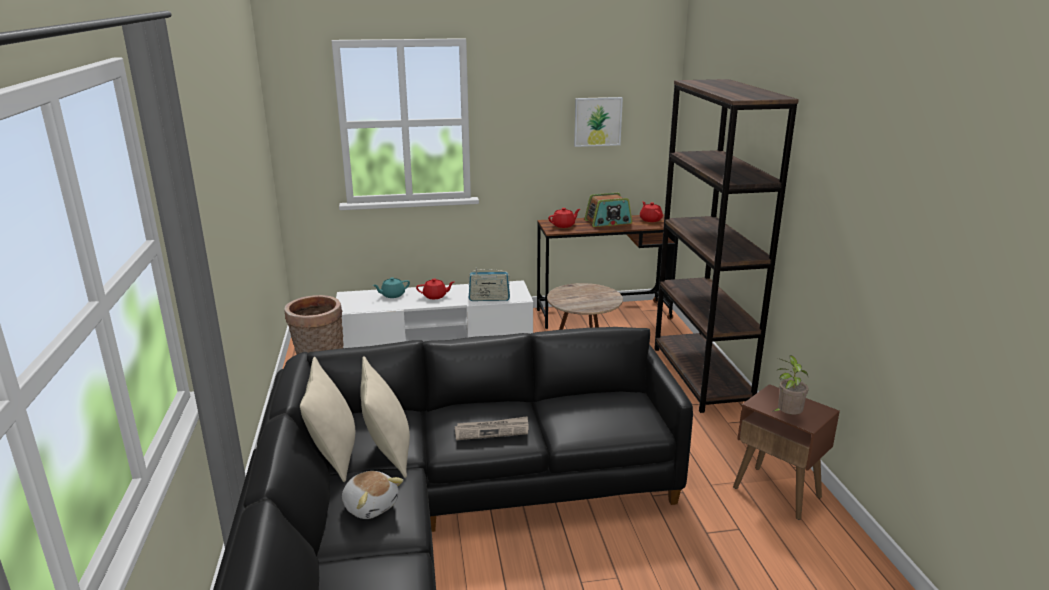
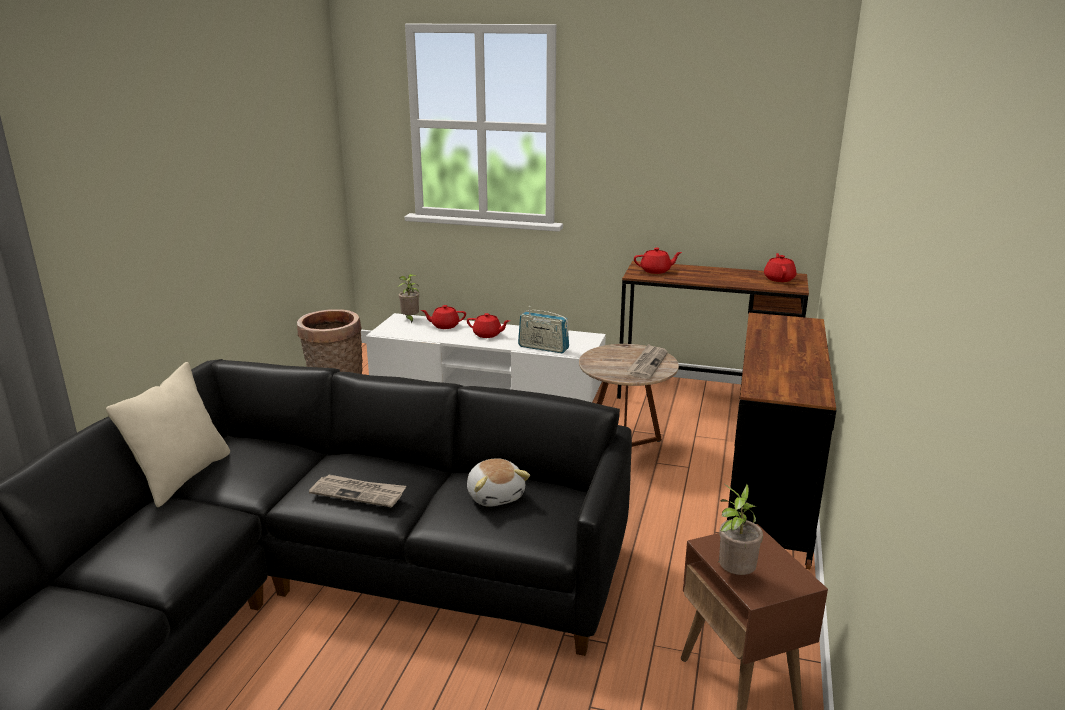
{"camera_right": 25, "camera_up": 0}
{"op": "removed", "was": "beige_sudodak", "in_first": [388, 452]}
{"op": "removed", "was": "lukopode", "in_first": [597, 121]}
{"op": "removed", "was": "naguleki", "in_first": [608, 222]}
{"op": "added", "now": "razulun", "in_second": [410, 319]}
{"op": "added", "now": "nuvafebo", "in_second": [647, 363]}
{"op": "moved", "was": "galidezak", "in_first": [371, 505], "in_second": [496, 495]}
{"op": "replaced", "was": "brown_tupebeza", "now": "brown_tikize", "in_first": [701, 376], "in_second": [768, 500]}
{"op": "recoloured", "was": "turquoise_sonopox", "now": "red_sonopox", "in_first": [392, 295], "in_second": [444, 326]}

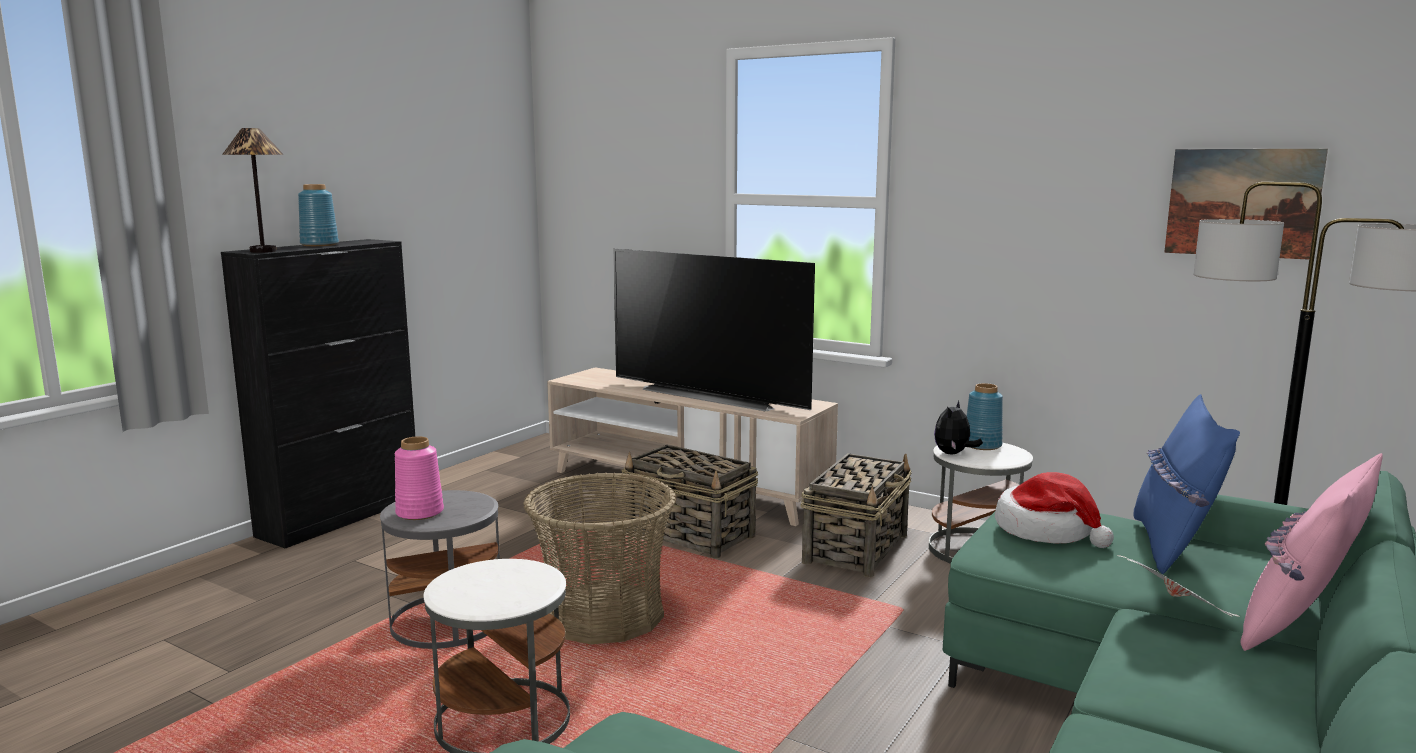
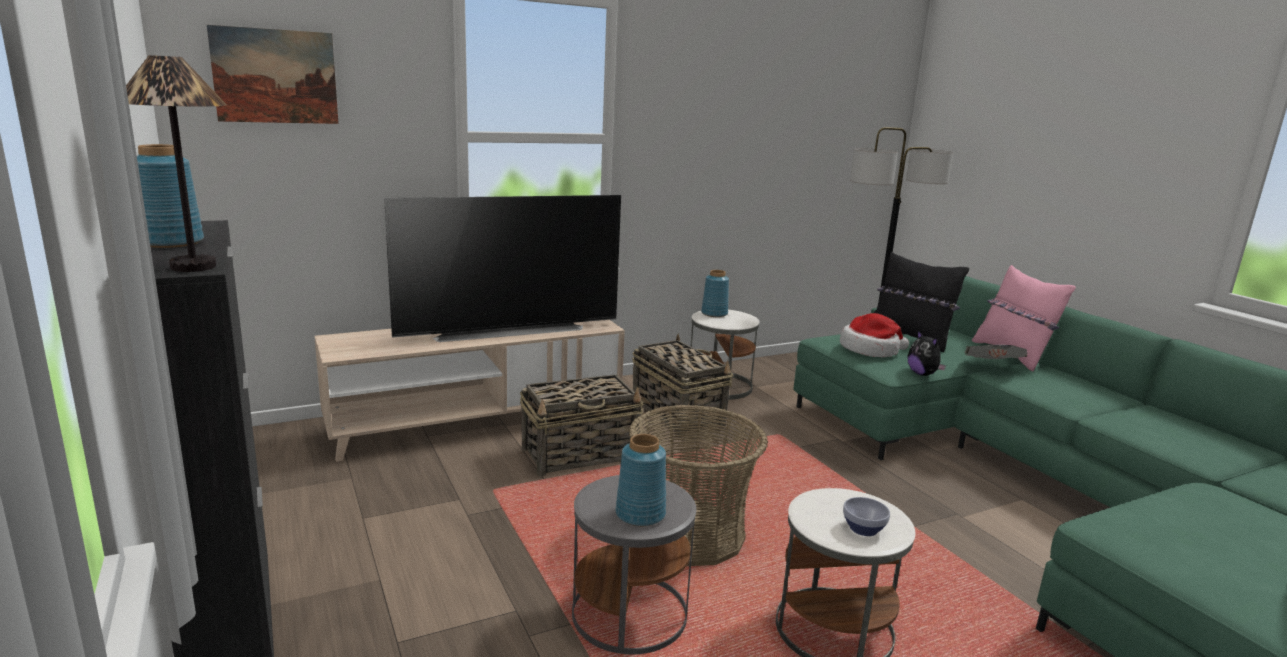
{"camera_right": -60, "camera_up": 5}
{"op": "added", "now": "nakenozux", "in_second": [862, 529]}
{"op": "moved", "was": "galidezak", "in_first": [953, 454], "in_second": [923, 374]}
{"op": "moved", "was": "lukopode", "in_first": [1242, 203], "in_second": [275, 76]}
{"op": "recoloured", "was": "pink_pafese", "now": "blue_pafese", "in_first": [420, 512], "in_second": [640, 514]}
{"op": "recoloured", "was": "blue_sudodak", "now": "black_sudodak", "in_first": [1173, 546], "in_second": [909, 338]}

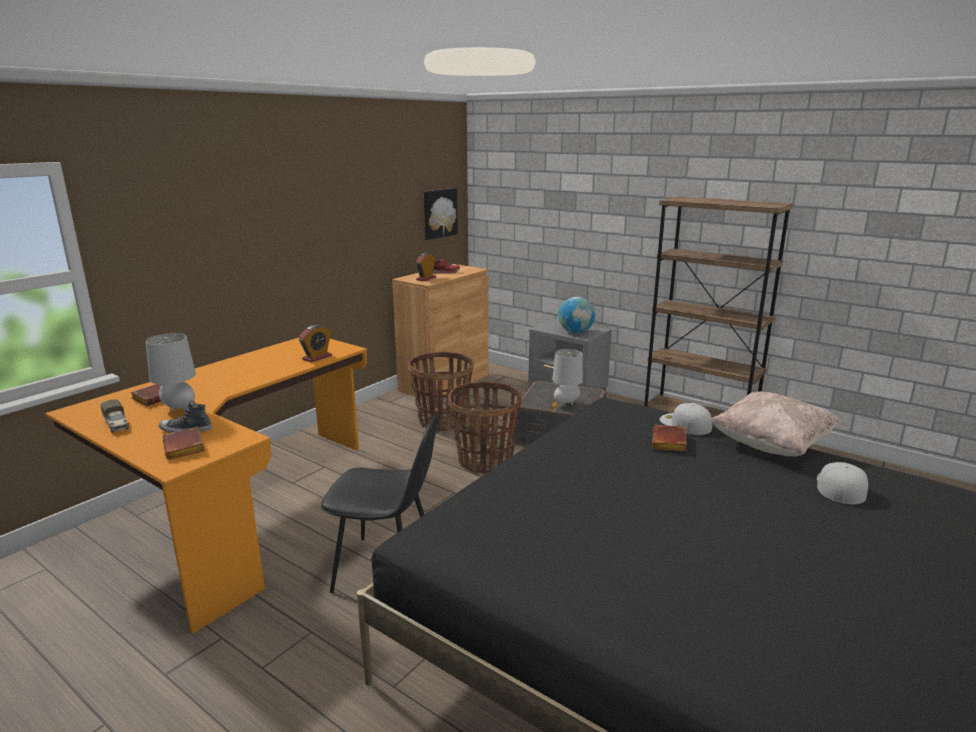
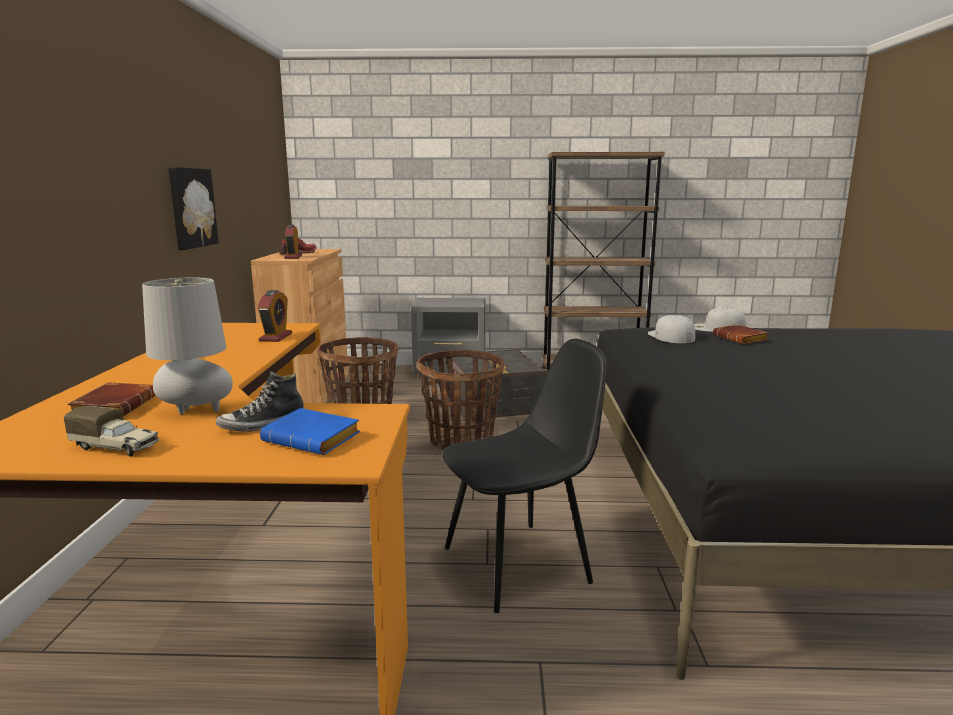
{"camera_right": -35, "camera_up": -5}
{"op": "removed", "was": "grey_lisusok", "in_first": [566, 404]}
{"op": "removed", "was": "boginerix", "in_first": [575, 332]}
{"op": "removed", "was": "beige_sudodak", "in_first": [771, 445]}
{"op": "moved", "was": "lukopode", "in_first": [439, 213], "in_second": [191, 208]}
{"op": "moved", "was": "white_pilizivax", "in_first": [840, 487], "in_second": [670, 336]}
{"op": "recoloured", "was": "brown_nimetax", "now": "blue_nimetax", "in_first": [186, 448], "in_second": [315, 439]}

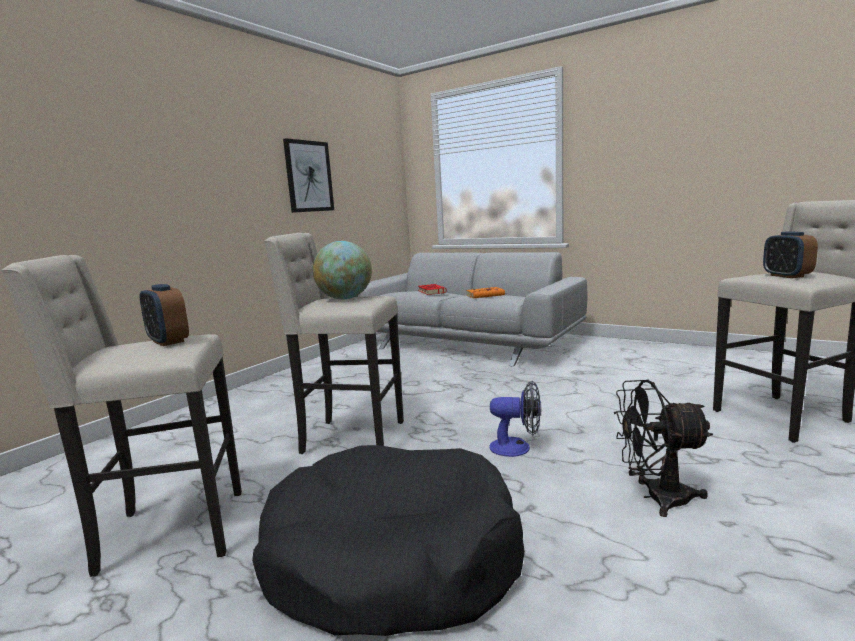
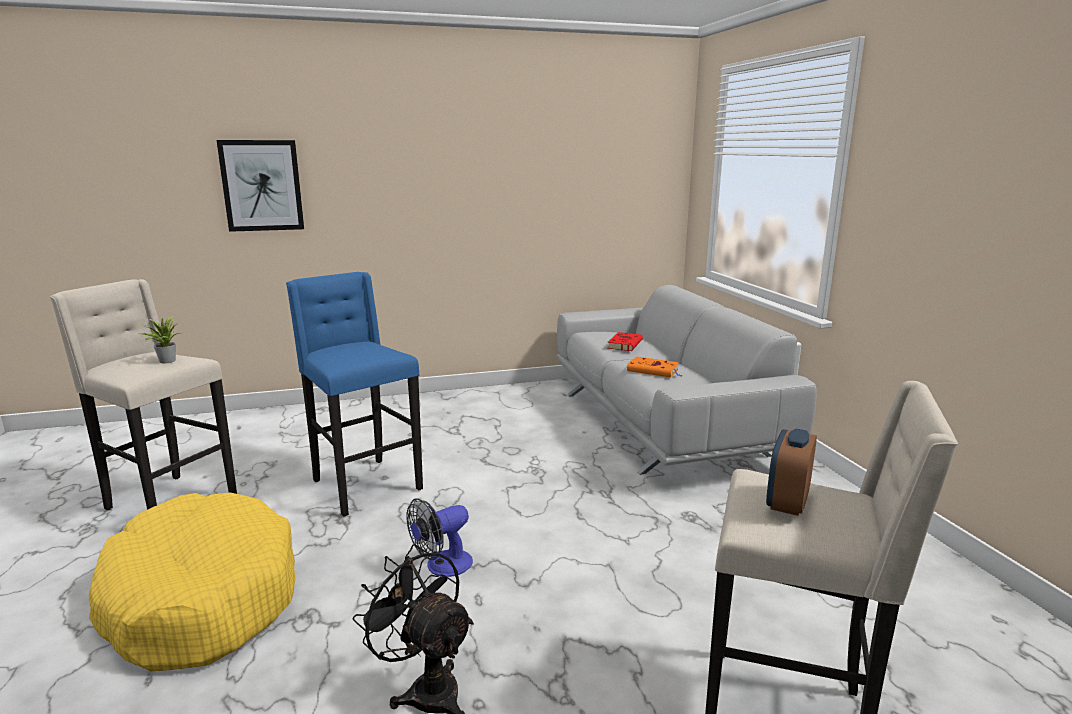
{"camera_right": 40, "camera_up": 5}
{"op": "removed", "was": "boginerix", "in_first": [345, 298]}
{"op": "moved", "was": "lukopode", "in_first": [308, 176], "in_second": [262, 185]}
{"op": "replaced", "was": "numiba", "now": "razulun", "in_first": [168, 341], "in_second": [165, 361]}
{"op": "recoloured", "was": "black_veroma", "now": "yellow_veroma", "in_first": [392, 559], "in_second": [201, 598]}
{"op": "recoloured", "was": "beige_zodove", "now": "blue_zodove", "in_first": [351, 438], "in_second": [364, 485]}
{"op": "turned", "was": "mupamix", "in_first": [517, 447], "in_second": [442, 566], "clockwise": 90}

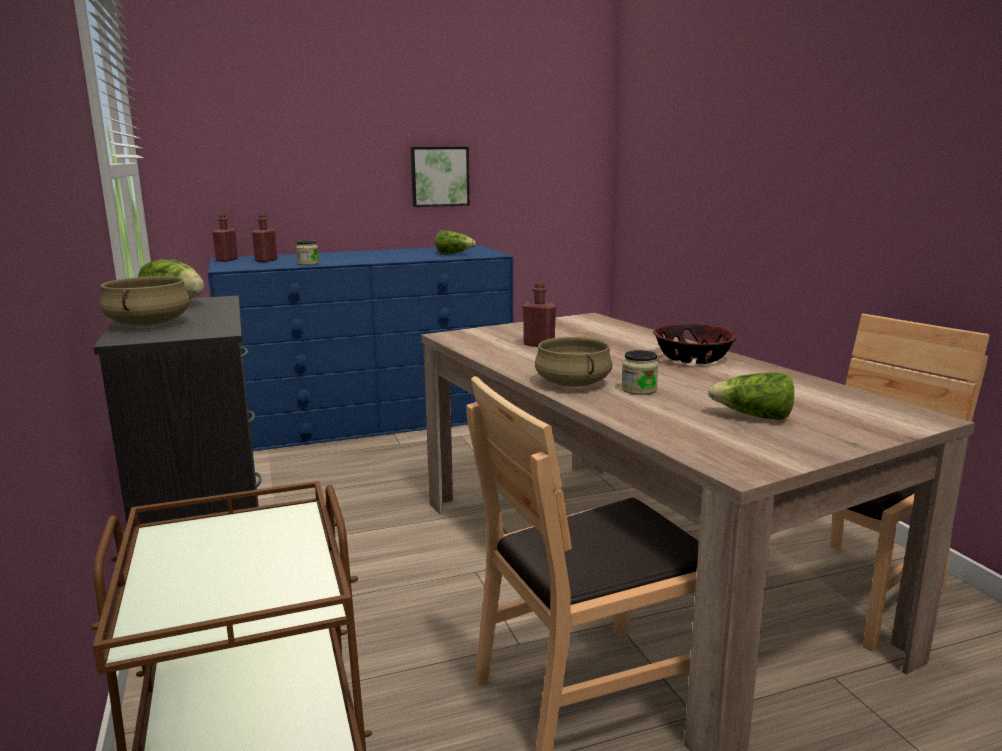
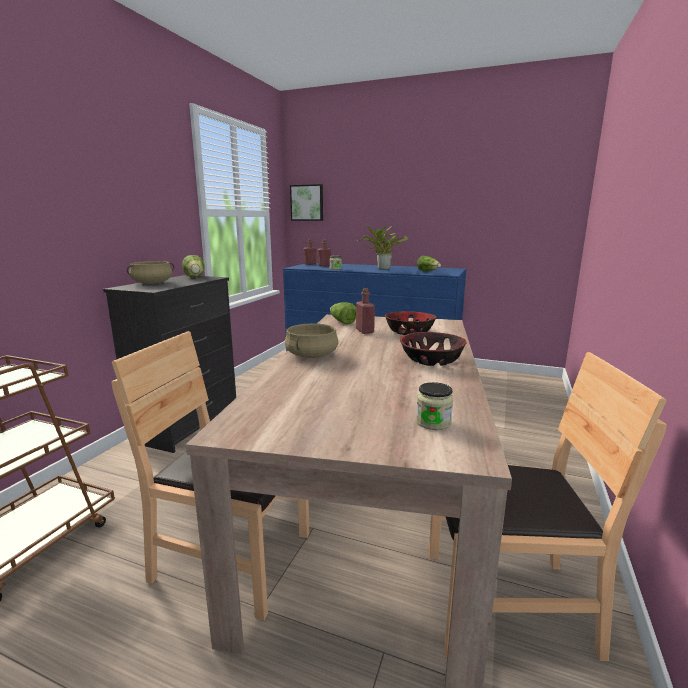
{"camera_right": 40, "camera_up": 0}
{"op": "added", "now": "razulun", "in_second": [382, 269]}
{"op": "added", "now": "nakenozux", "in_second": [409, 332]}
{"op": "moved", "was": "lukopode", "in_first": [439, 176], "in_second": [307, 203]}
{"op": "moved", "was": "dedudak", "in_first": [639, 390], "in_second": [433, 422]}
{"op": "moved", "was": "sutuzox", "in_first": [753, 416], "in_second": [342, 322]}

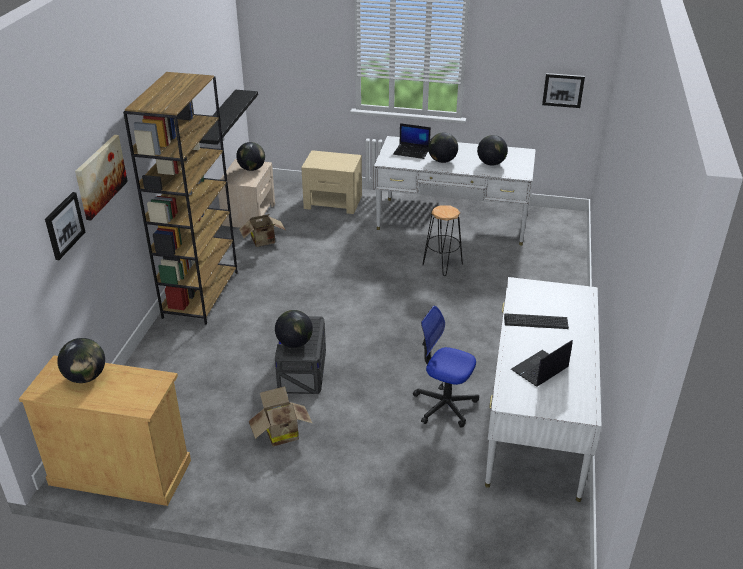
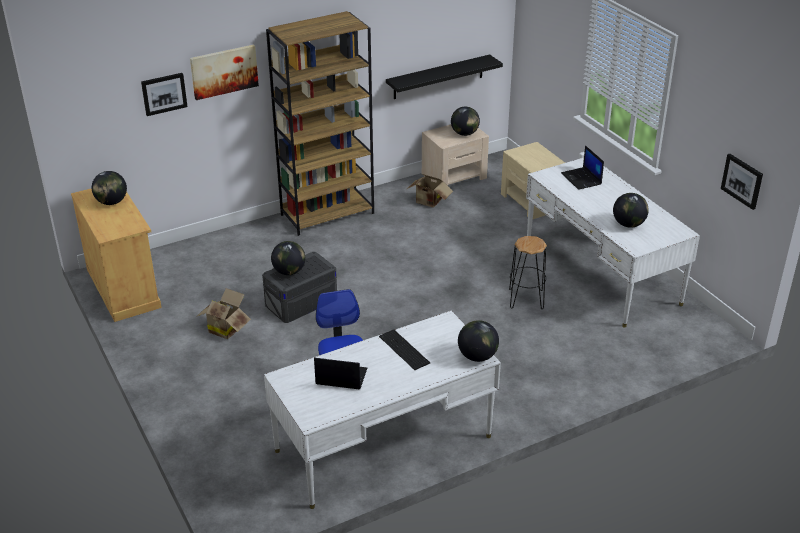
{"camera_right": 50, "camera_up": 0}
{"op": "moved", "was": "boginerix", "in_first": [442, 161], "in_second": [477, 356]}

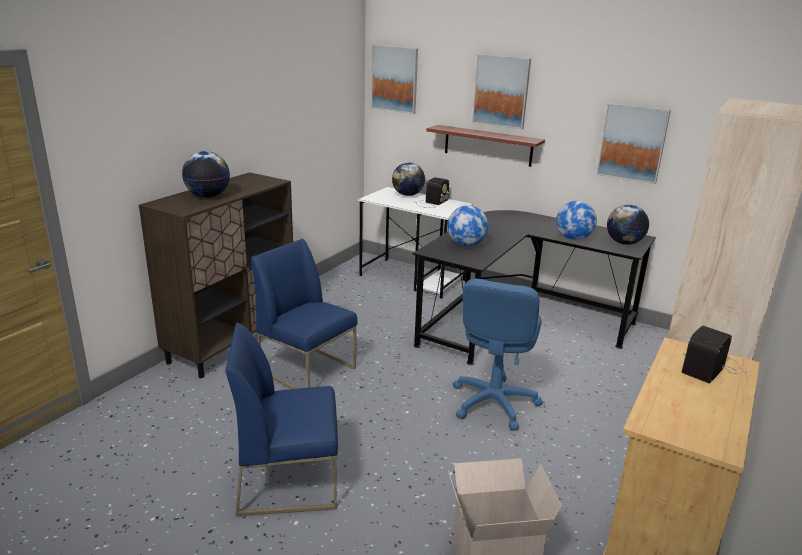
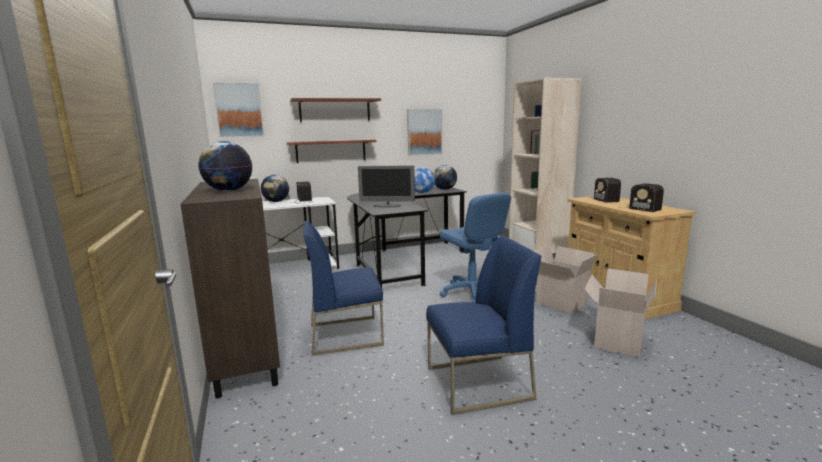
{"camera_right": -50, "camera_up": -10}
{"op": "added", "now": "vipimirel", "in_second": [560, 303]}
{"op": "added", "now": "naguleki", "in_second": [637, 208]}
{"op": "replaced", "was": "boginerix", "now": "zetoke", "in_first": [466, 245], "in_second": [387, 206]}
{"op": "replaced", "was": "lukopode", "now": "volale", "in_first": [501, 91], "in_second": [335, 110]}
{"op": "turned", "was": "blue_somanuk", "in_first": [289, 480], "in_second": [478, 383], "clockwise": -135}

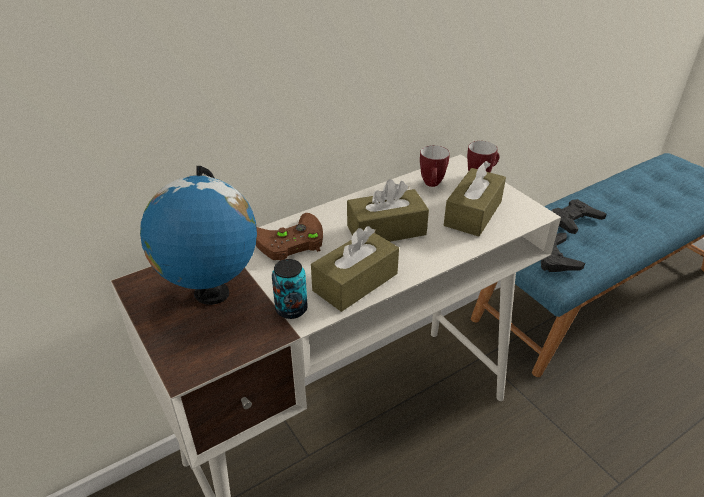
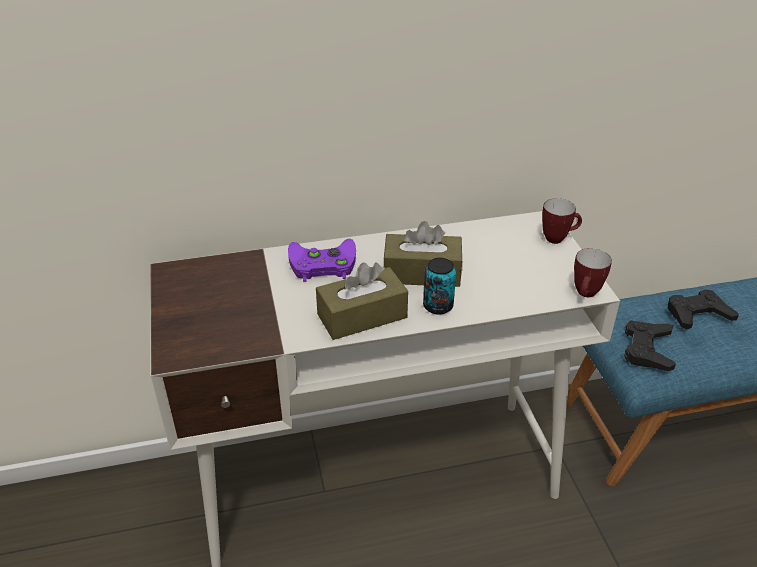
{"camera_right": 20, "camera_up": 0}
{"op": "removed", "was": "boginerix", "in_first": [211, 294]}
{"op": "removed", "was": "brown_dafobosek", "in_first": [473, 213]}
{"op": "moved", "was": "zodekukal", "in_first": [291, 309], "in_second": [438, 306]}
{"op": "moved", "was": "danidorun", "in_first": [432, 185], "in_second": [585, 295]}
{"op": "recoloured", "was": "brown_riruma", "now": "purple_riruma", "in_first": [288, 243], "in_second": [320, 264]}

